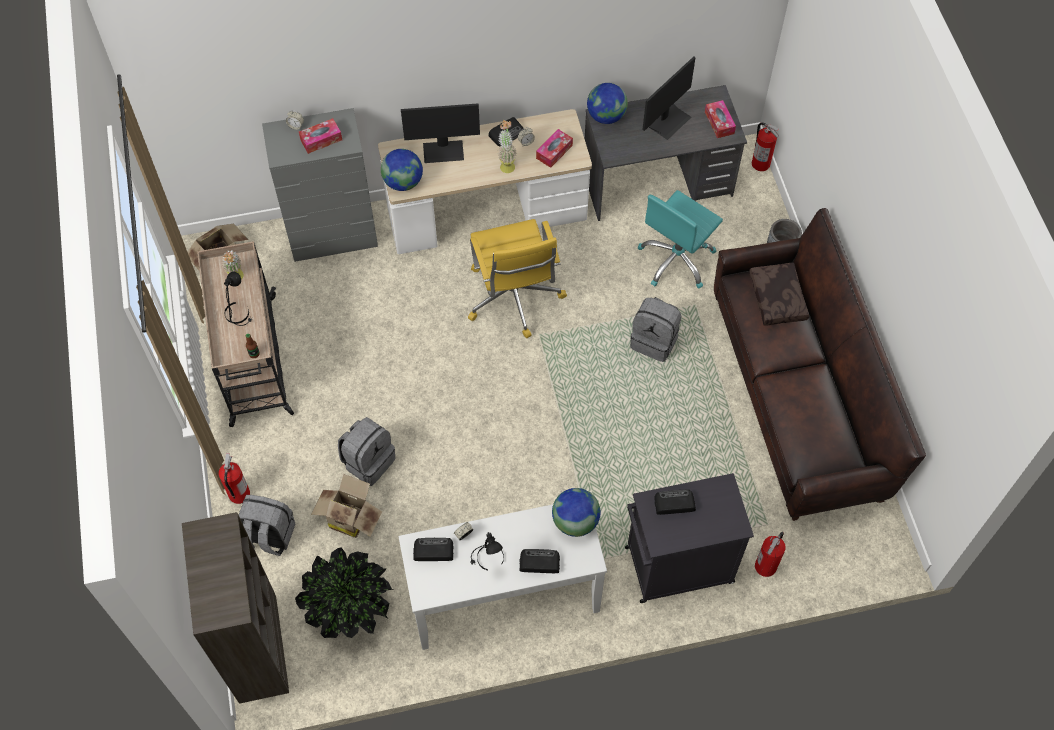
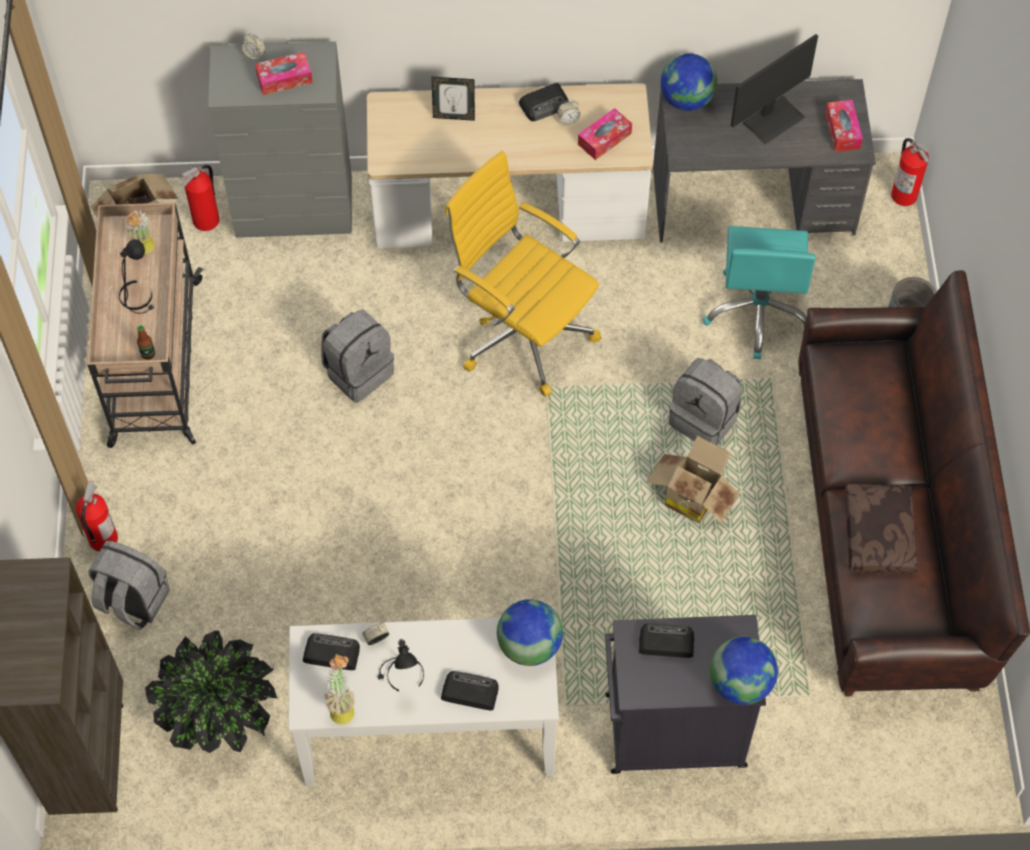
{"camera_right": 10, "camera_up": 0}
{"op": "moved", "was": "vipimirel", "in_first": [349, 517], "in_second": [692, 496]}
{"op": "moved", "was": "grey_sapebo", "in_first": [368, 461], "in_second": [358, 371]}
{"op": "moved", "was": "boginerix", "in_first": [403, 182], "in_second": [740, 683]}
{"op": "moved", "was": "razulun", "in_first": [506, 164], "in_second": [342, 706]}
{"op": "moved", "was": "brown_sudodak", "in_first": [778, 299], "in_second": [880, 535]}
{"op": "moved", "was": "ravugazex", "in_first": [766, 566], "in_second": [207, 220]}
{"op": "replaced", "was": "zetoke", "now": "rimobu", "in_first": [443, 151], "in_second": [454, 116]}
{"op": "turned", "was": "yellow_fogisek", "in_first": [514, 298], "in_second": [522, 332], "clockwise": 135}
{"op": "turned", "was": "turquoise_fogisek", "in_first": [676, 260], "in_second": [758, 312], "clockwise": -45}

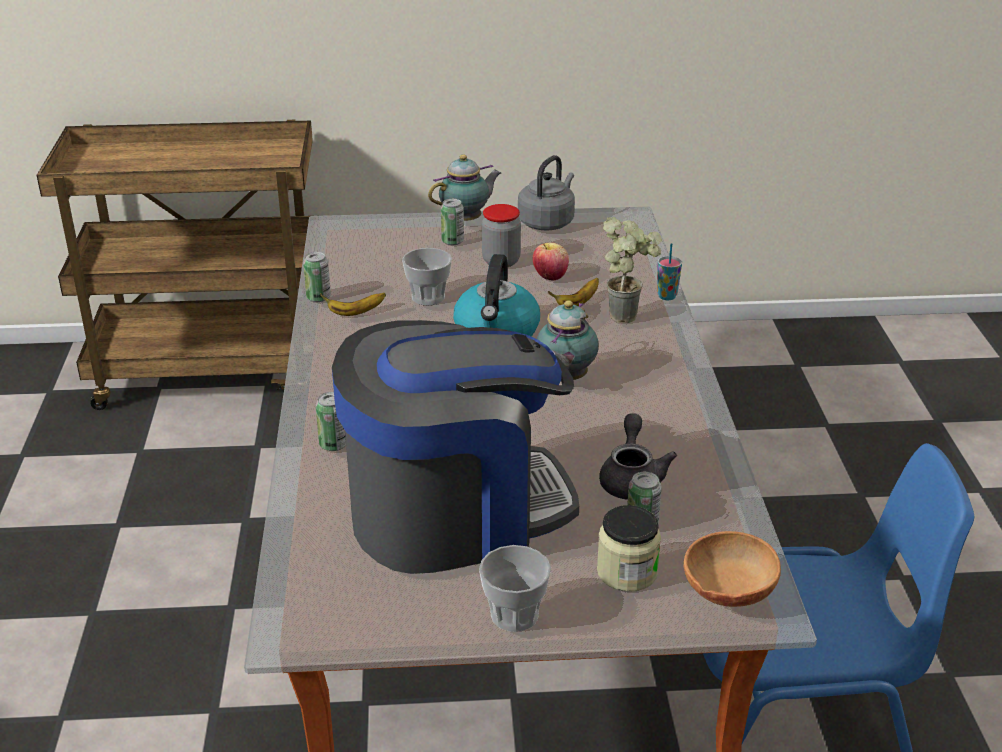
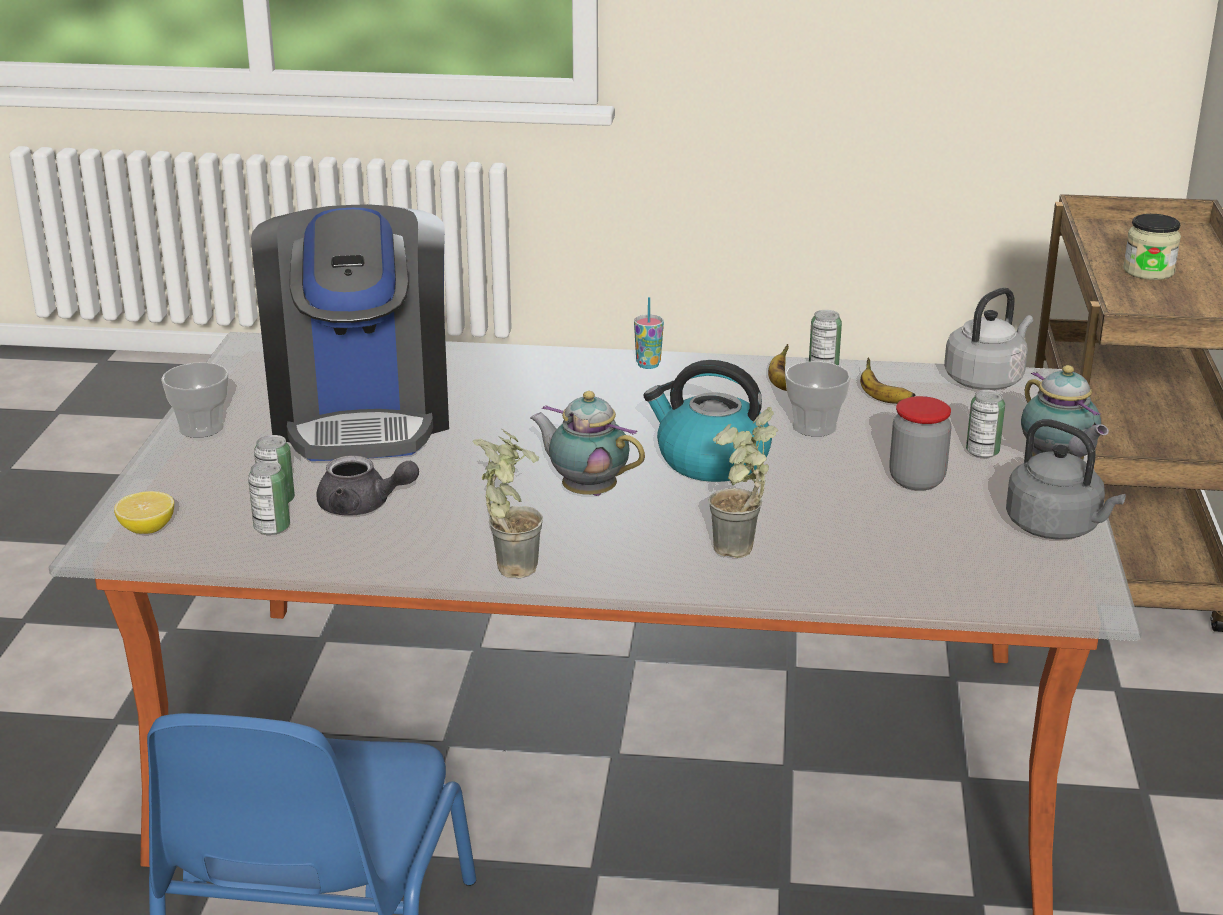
{"camera_right": 100, "camera_up": -5}
{"op": "removed", "was": "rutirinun", "in_first": [550, 277]}
{"op": "added", "now": "razulun", "in_second": [509, 563]}
{"op": "added", "now": "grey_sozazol", "in_second": [986, 379]}
{"op": "moved", "was": "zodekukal", "in_first": [334, 444], "in_second": [272, 528]}
{"op": "moved", "was": "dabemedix", "in_first": [577, 303], "in_second": [882, 399]}
{"op": "moved", "was": "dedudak", "in_first": [627, 572], "in_second": [1148, 271]}
{"op": "moved", "was": "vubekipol", "in_first": [667, 296], "in_second": [648, 365]}
{"op": "replaced", "was": "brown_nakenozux", "now": "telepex", "in_first": [726, 593], "in_second": [147, 529]}

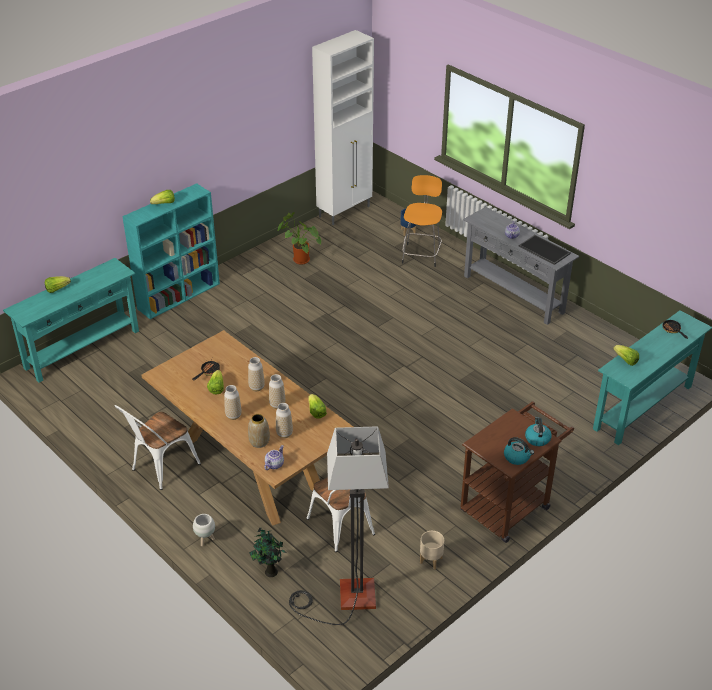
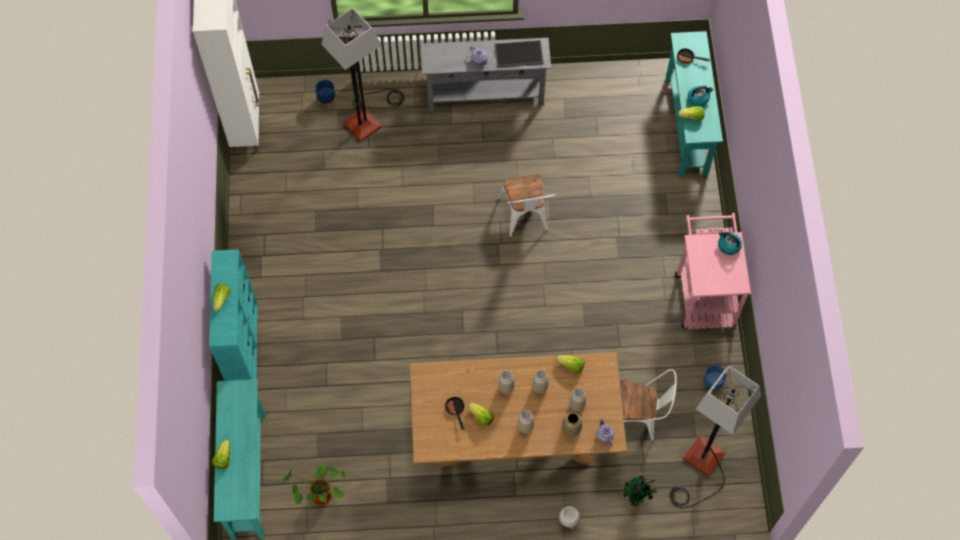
{"camera_right": -50, "camera_up": 25}
{"op": "moved", "was": "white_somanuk", "in_first": [161, 468], "in_second": [525, 218]}
{"op": "moved", "was": "razulun", "in_first": [299, 260], "in_second": [320, 497]}
{"op": "moved", "was": "sozazol", "in_first": [517, 457], "in_second": [698, 98]}
{"op": "replaced", "was": "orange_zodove", "now": "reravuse", "in_first": [421, 254], "in_second": [368, 117]}
{"op": "recoloured", "was": "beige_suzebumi", "now": "blue_suzebumi", "in_first": [430, 561], "in_second": [712, 385]}
{"op": "recoloured", "was": "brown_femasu", "now": "pink_femasu", "in_first": [510, 504], "in_second": [703, 293]}

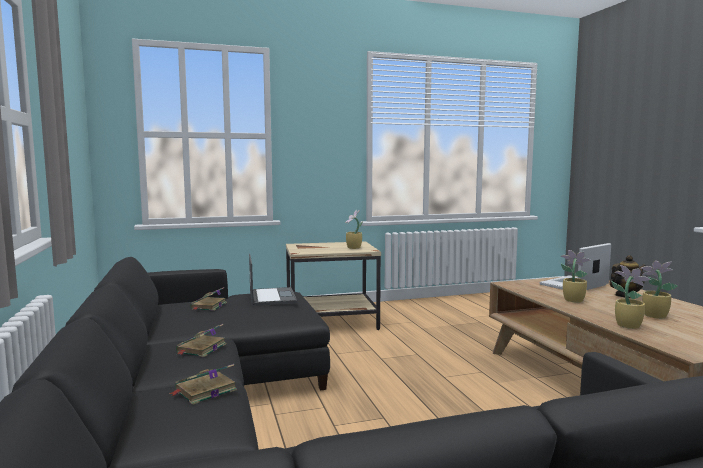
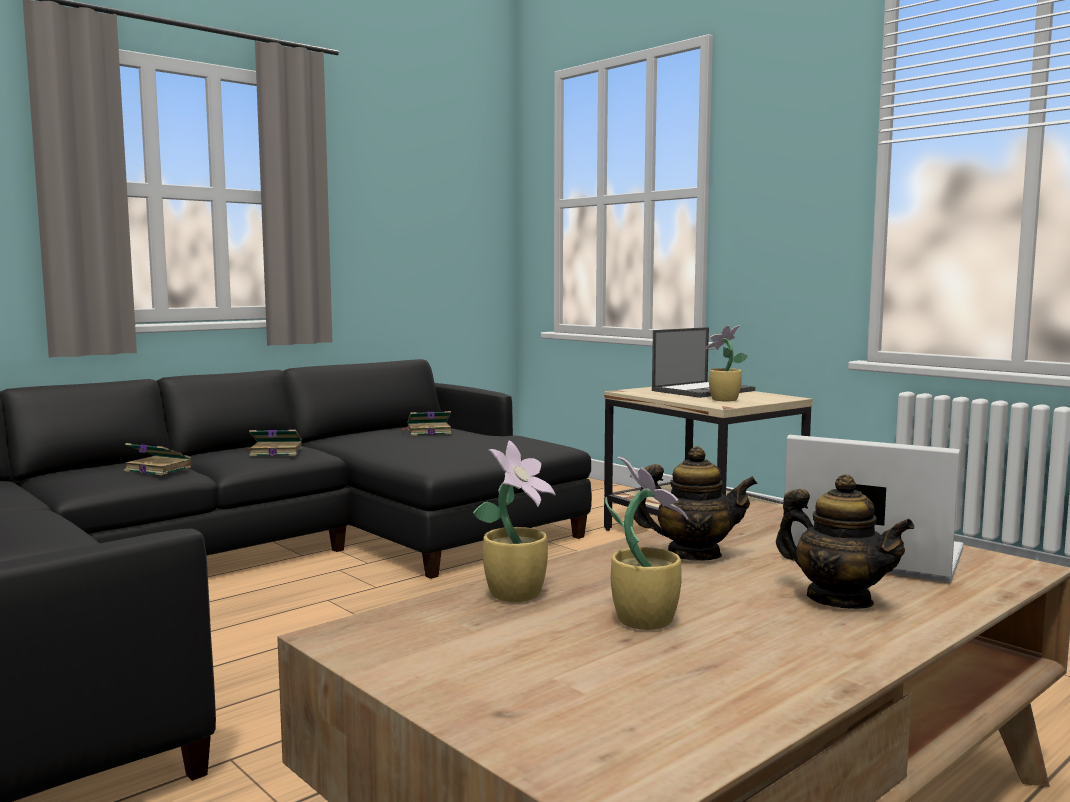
{"camera_right": 65, "camera_up": 0}
{"op": "moved", "was": "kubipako", "in_first": [272, 297], "in_second": [703, 390]}
{"op": "replaced", "was": "razulun", "now": "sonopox", "in_first": [572, 300], "in_second": [693, 555]}

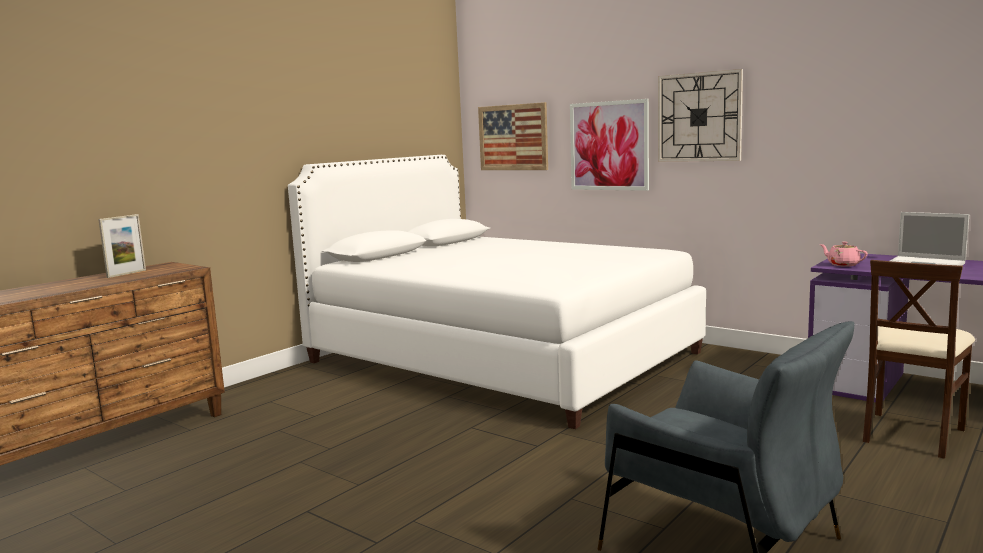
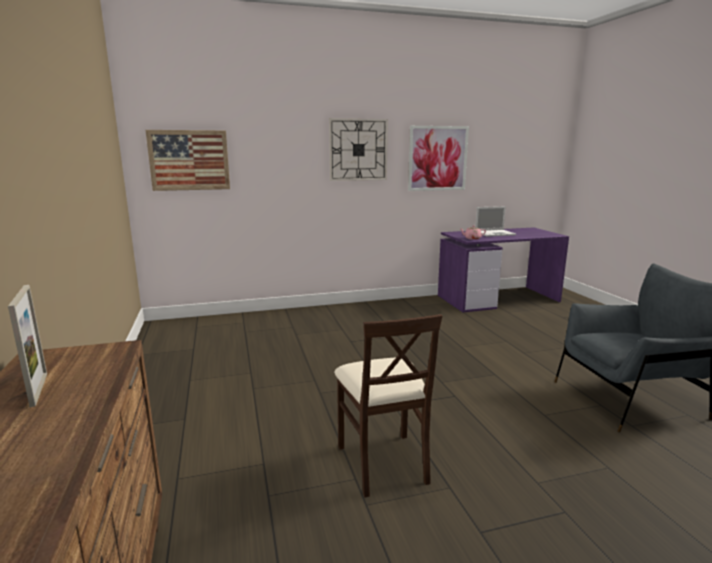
{"camera_right": -55, "camera_up": 5}
{"op": "removed", "was": "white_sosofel", "in_first": [501, 357]}
{"op": "moved", "was": "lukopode", "in_first": [609, 146], "in_second": [437, 158]}
{"op": "moved", "was": "beige_somanuk", "in_first": [911, 434], "in_second": [383, 462]}

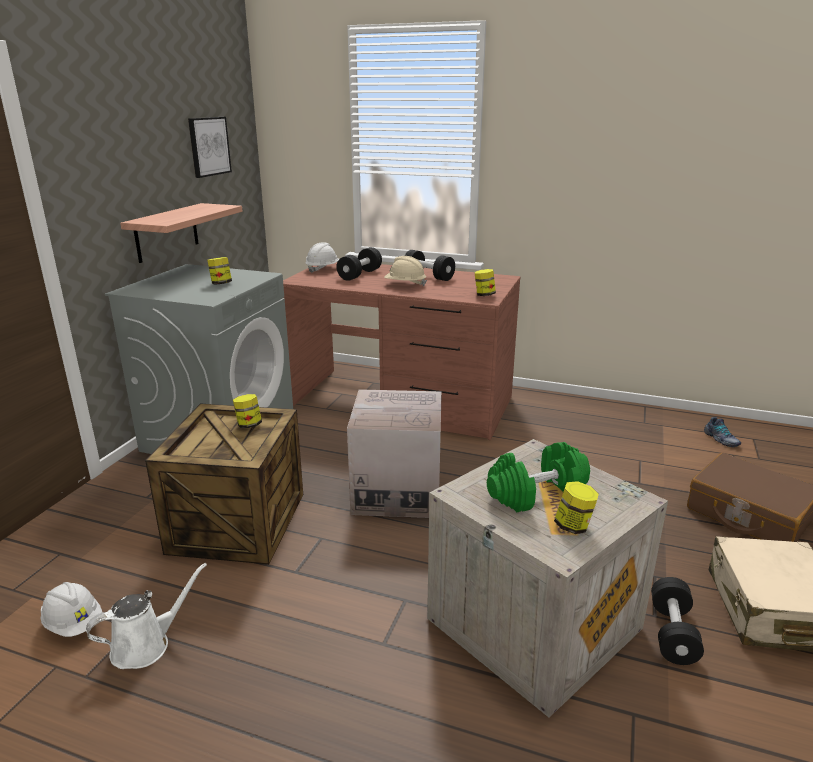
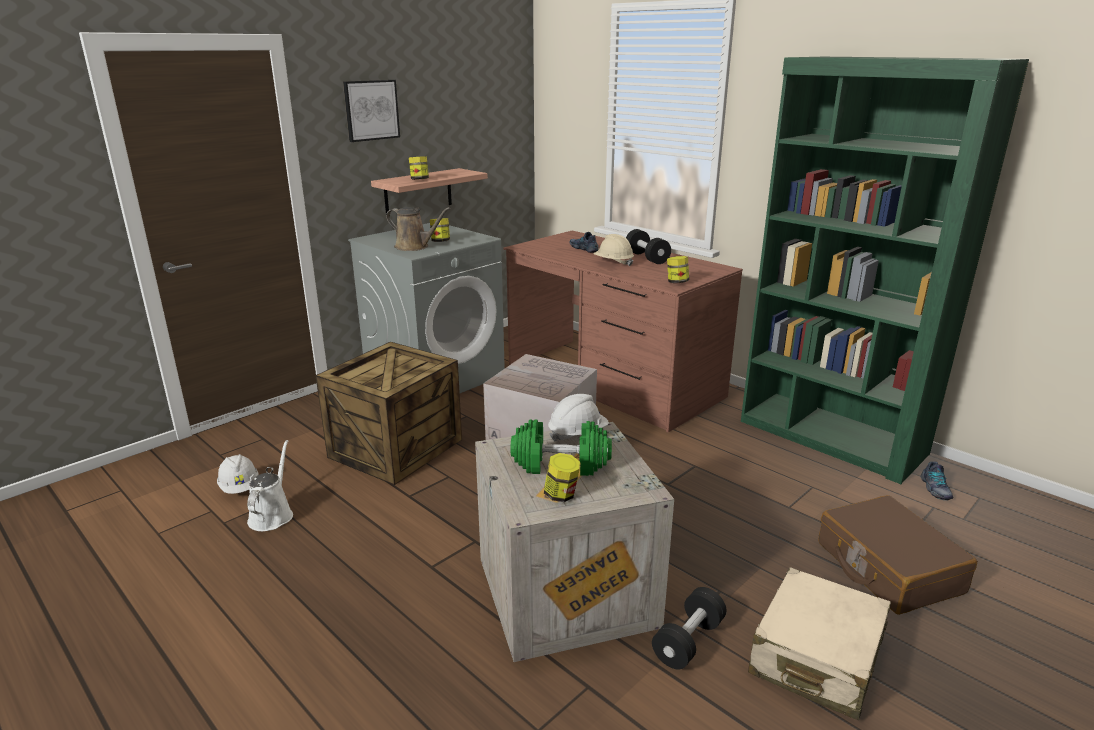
{"camera_right": 25, "camera_up": 0}
{"op": "added", "now": "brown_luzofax", "in_second": [414, 247]}
{"op": "added", "now": "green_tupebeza", "in_second": [831, 438]}
{"op": "moved", "was": "lukopode", "in_first": [208, 146], "in_second": [371, 110]}
{"op": "moved", "was": "dedudak", "in_first": [249, 425], "in_second": [419, 180]}
{"op": "moved", "was": "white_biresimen", "in_first": [323, 269], "in_second": [577, 434]}
{"op": "replaced", "was": "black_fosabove", "now": "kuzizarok", "in_first": [360, 275], "in_second": [584, 248]}
{"op": "turned", "was": "white_luzofax", "in_first": [146, 645], "in_second": [272, 515], "clockwise": -75}

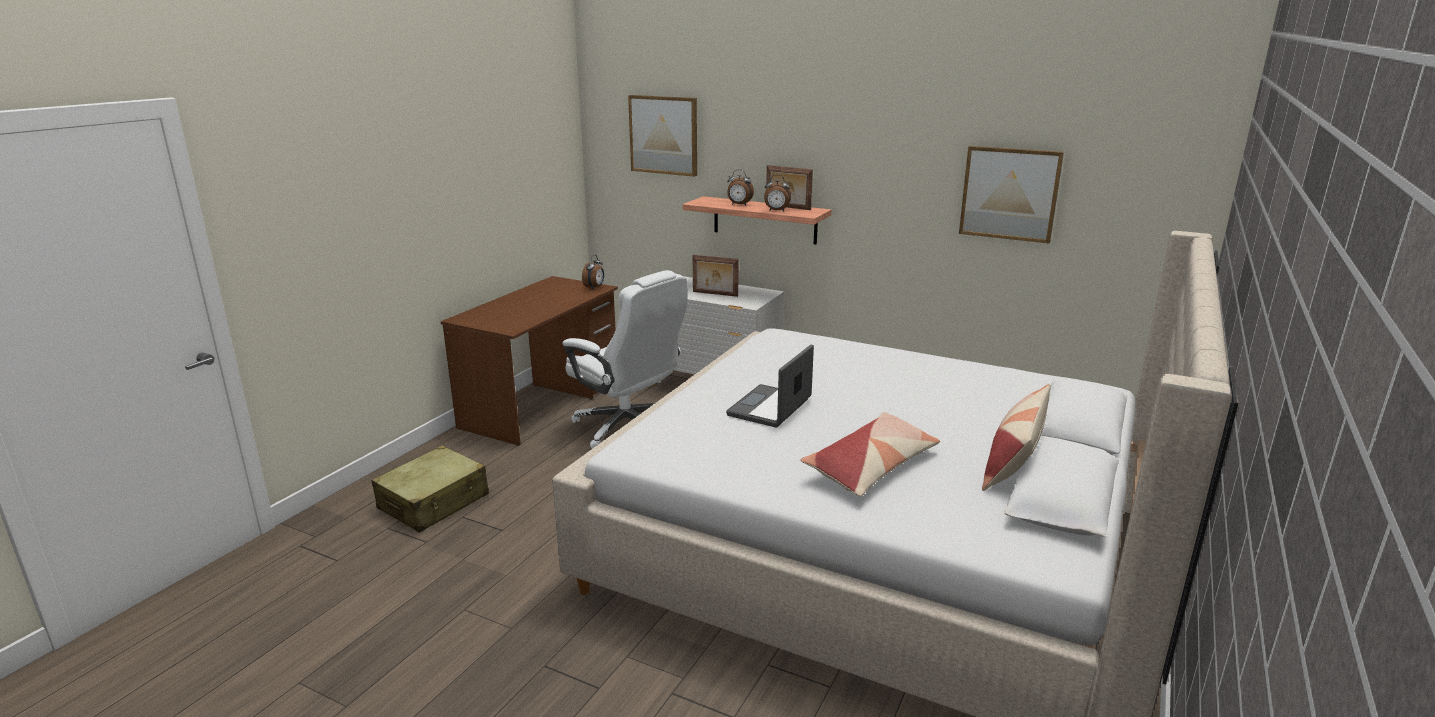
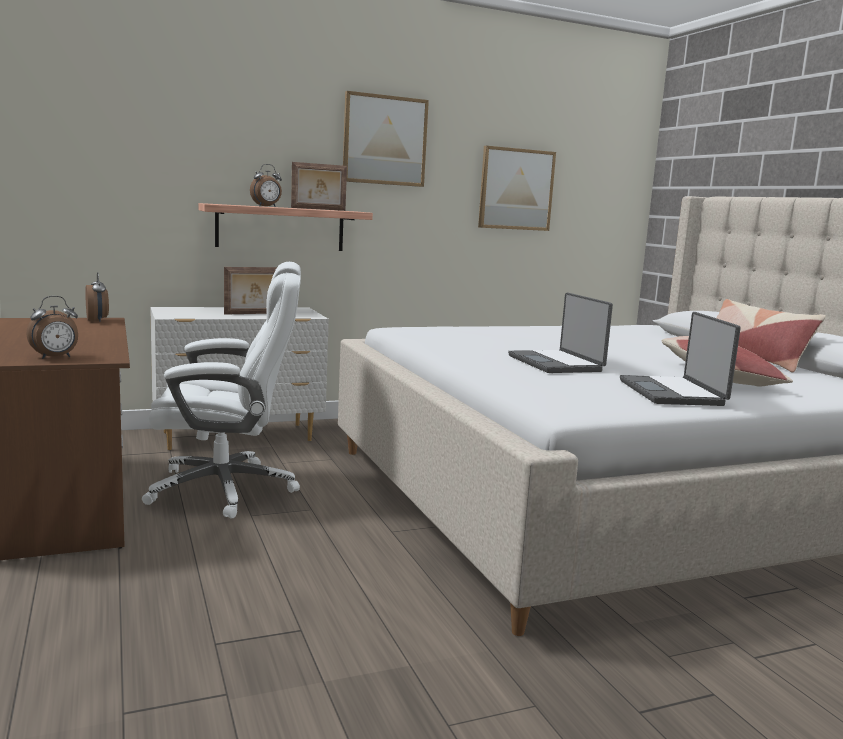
{"camera_right": -50, "camera_up": -10}
{"op": "removed", "was": "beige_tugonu", "in_first": [434, 502]}
{"op": "added", "now": "kubipako", "in_second": [673, 393]}
{"op": "moved", "was": "lukopode", "in_first": [664, 135], "in_second": [384, 140]}
{"op": "moved", "was": "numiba", "in_first": [776, 211], "in_second": [55, 357]}

